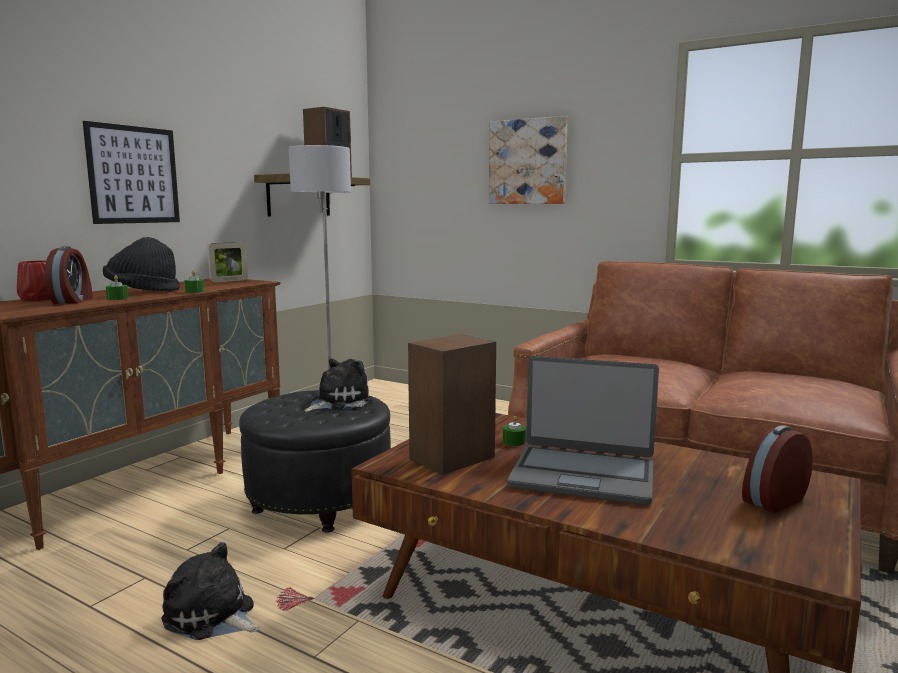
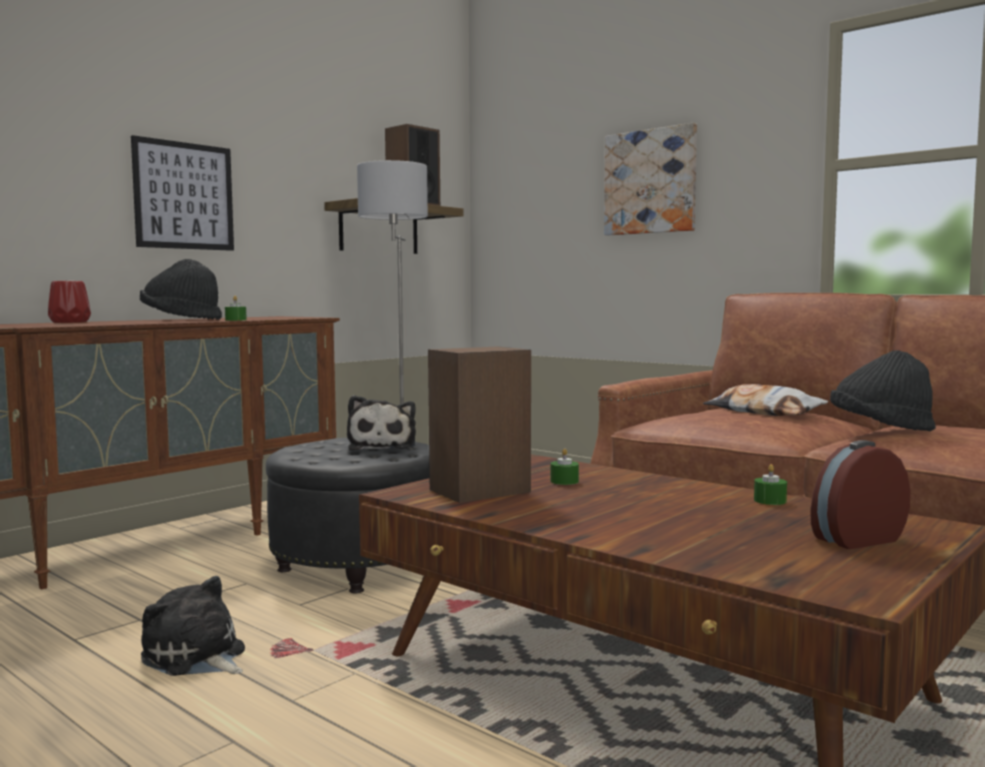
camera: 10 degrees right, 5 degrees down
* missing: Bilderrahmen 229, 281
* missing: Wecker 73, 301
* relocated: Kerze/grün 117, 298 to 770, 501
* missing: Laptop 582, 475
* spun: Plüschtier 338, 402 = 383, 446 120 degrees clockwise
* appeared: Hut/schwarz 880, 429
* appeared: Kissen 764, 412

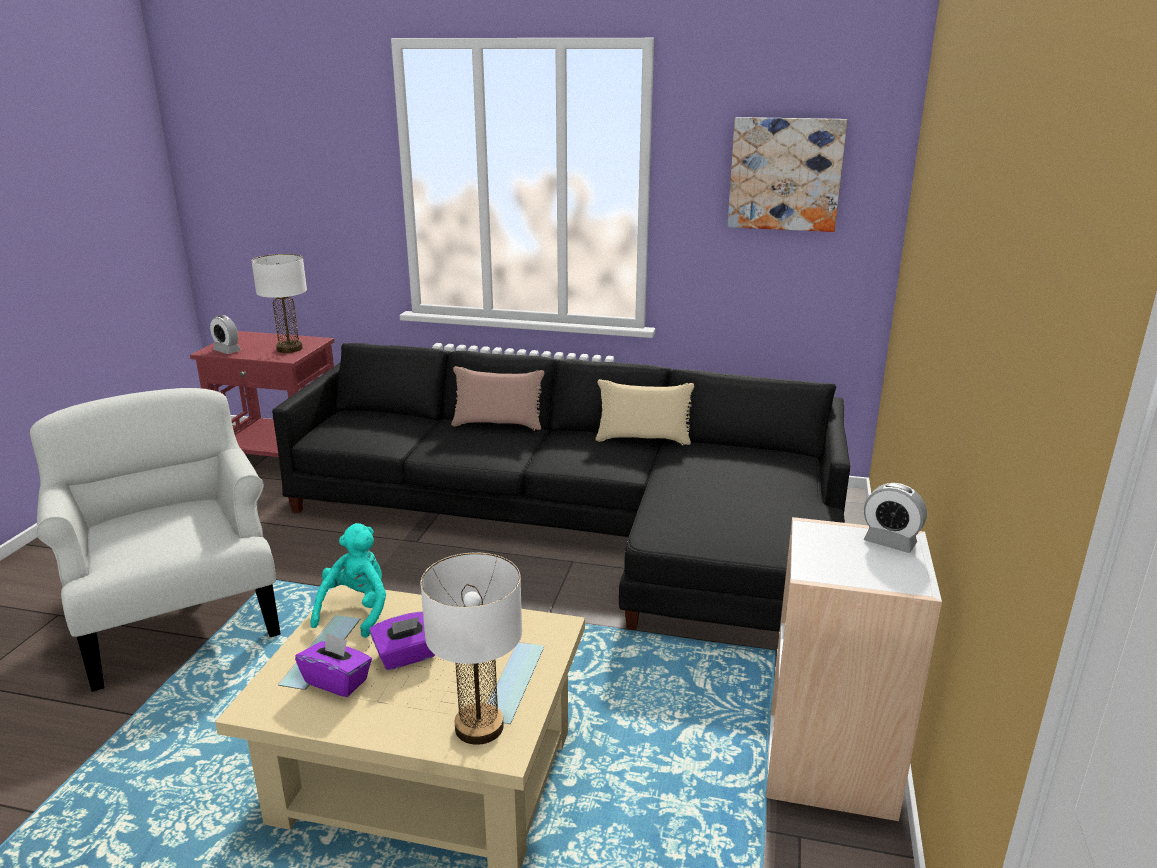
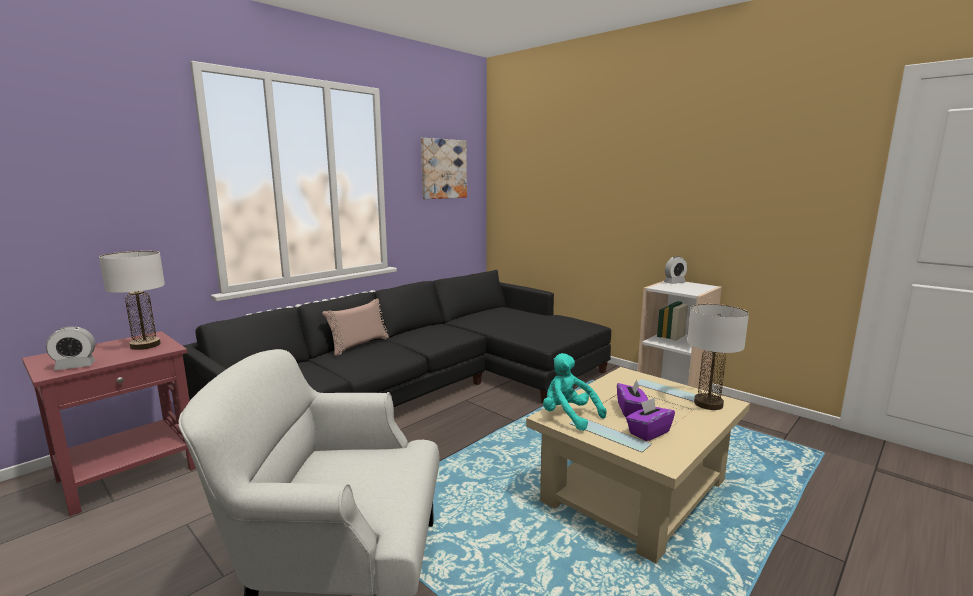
camera: 60 degrees left, 10 degrees down
* missing: Kissen/beige 643, 439

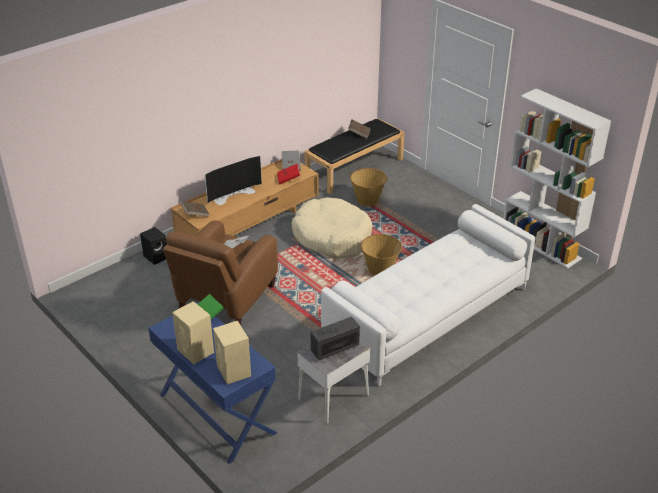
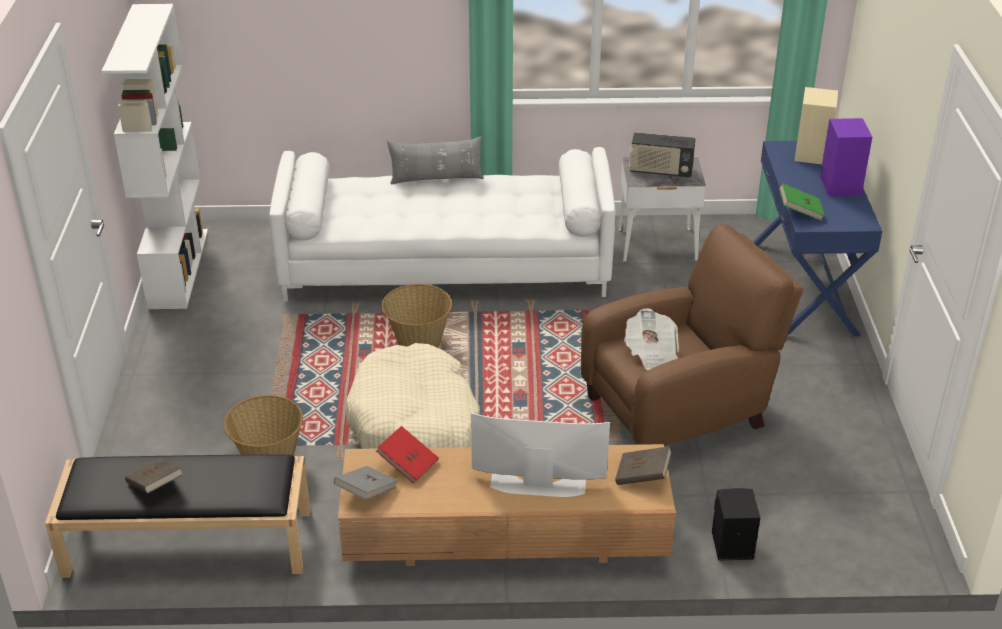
camera: 140 degrees left, 0 degrees up
* colour: Lautsprecher/beige 196, 351 to Lautsprecher/lila 840, 185
* appeared: Kissen/grau 436, 178

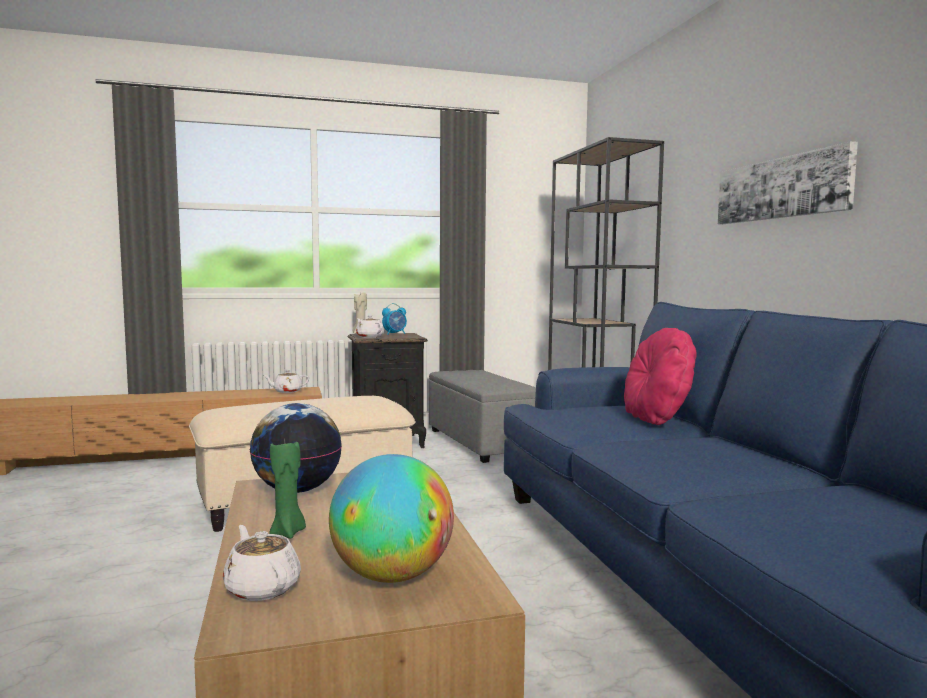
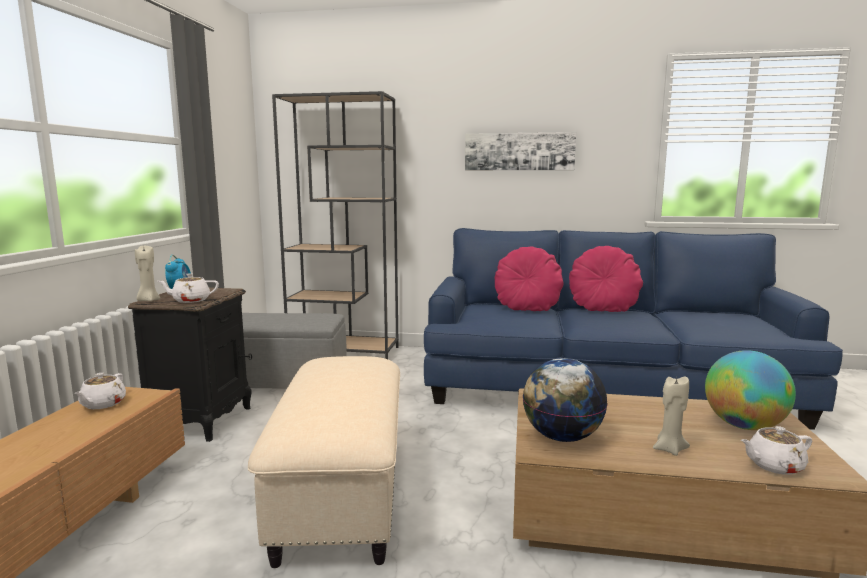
camera: 65 degrees left, 5 degrees up
* colour: Kerze/grün 288, 533 to Kerze/beige 669, 449
* appeared: Kissen/rosa 603, 310

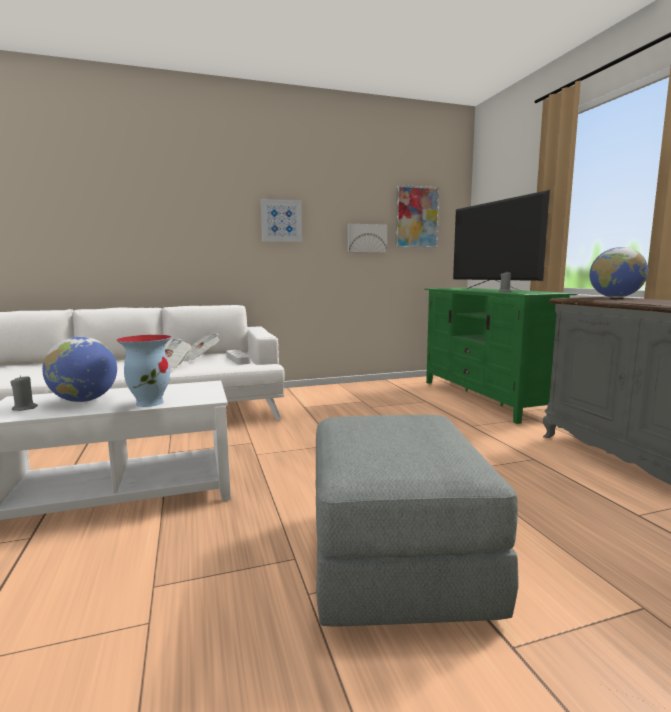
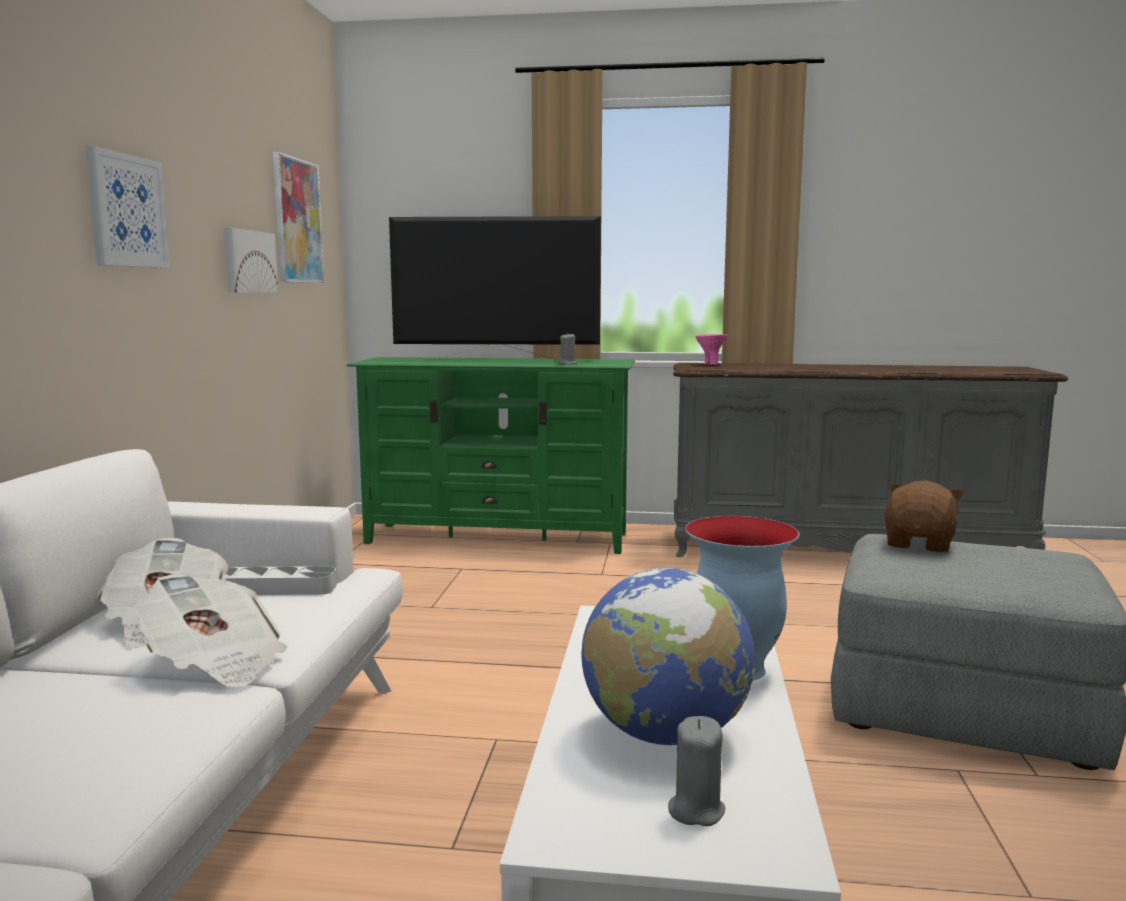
camera: 65 degrees left, 0 degrees up
* exchanged: Globus 615, 297 to Schüssel/rosa 711, 364
* appeared: Plüschtier/braun 920, 544

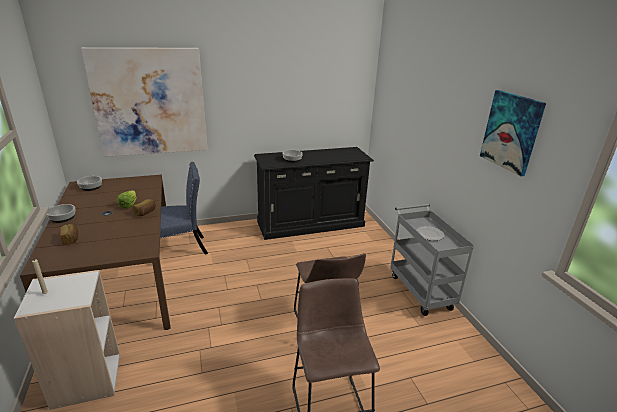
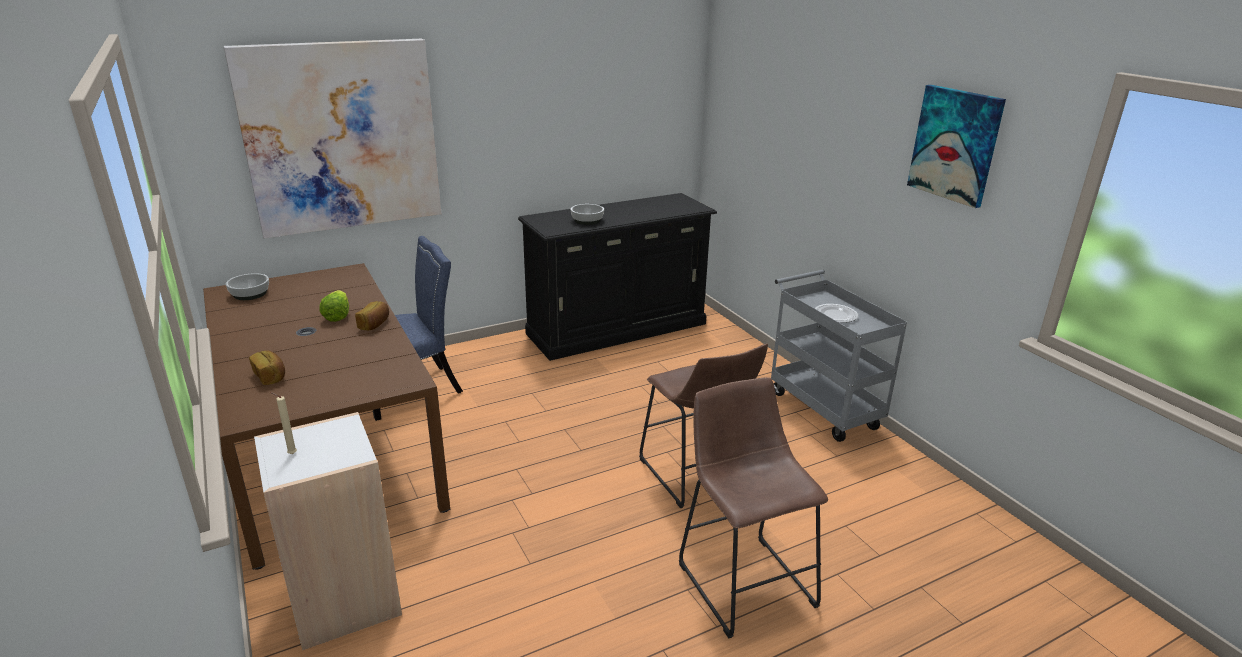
camera: 10 degrees left, 0 degrees up
* missing: Schüssel 62, 218

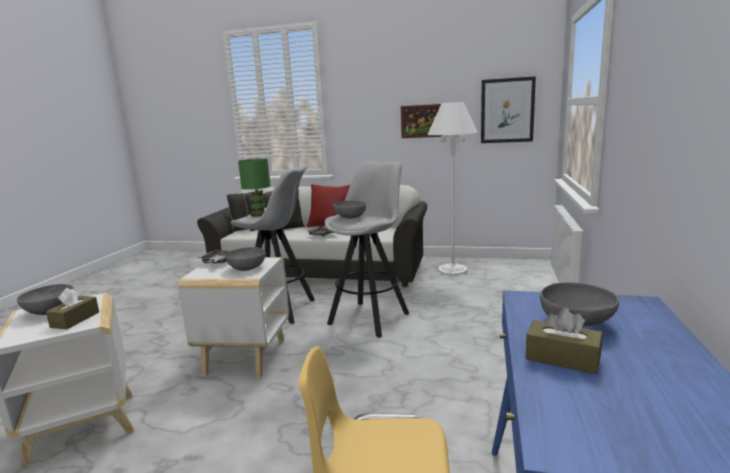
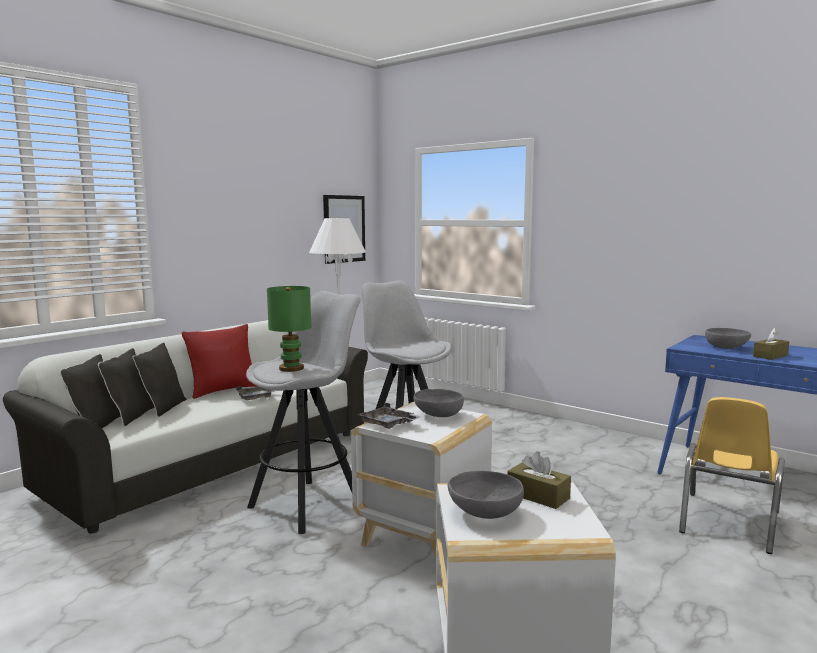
camera: 65 degrees left, 5 degrees down
* missing: Bild 421, 121
* missing: Schüssel/grau 350, 217

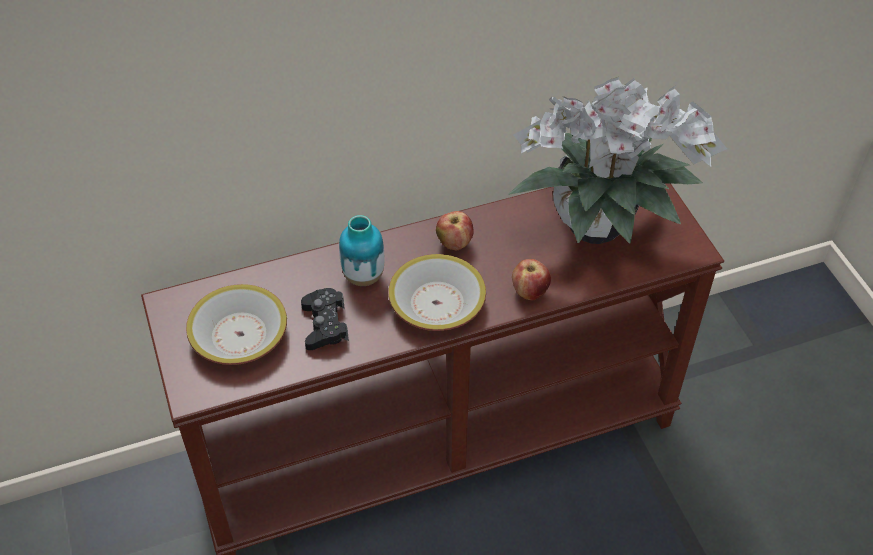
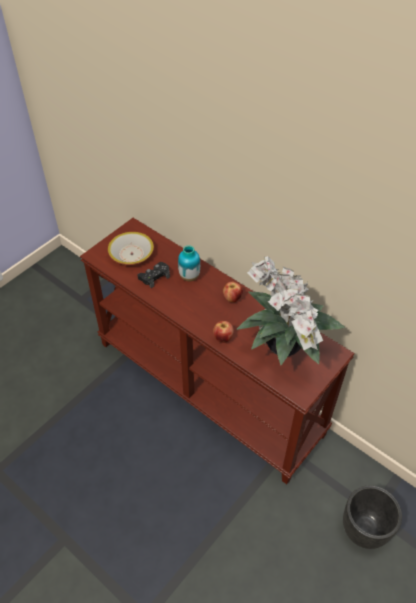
camera: 60 degrees right, 0 degrees up
* missing: Schüssel 436, 303
* appeared: Pflanzkübel/schwarz 365, 529

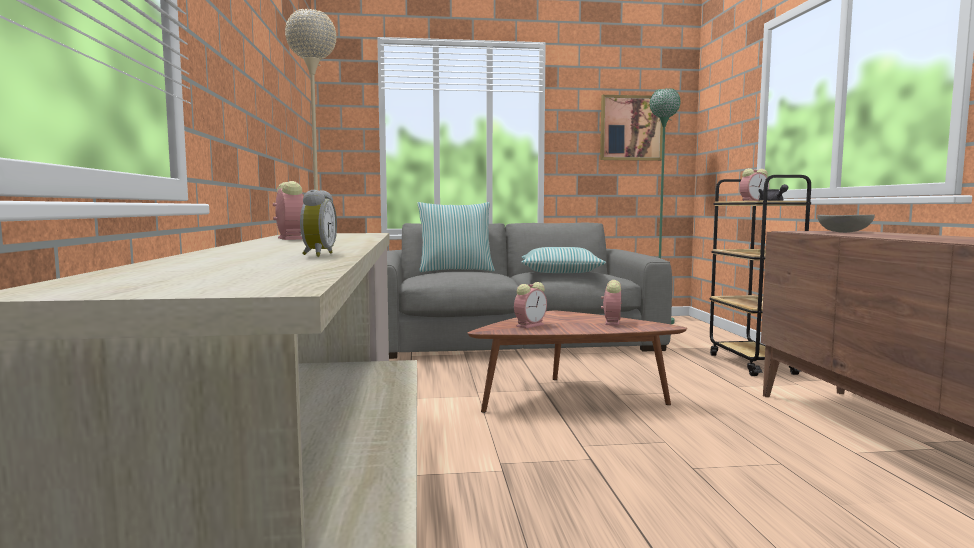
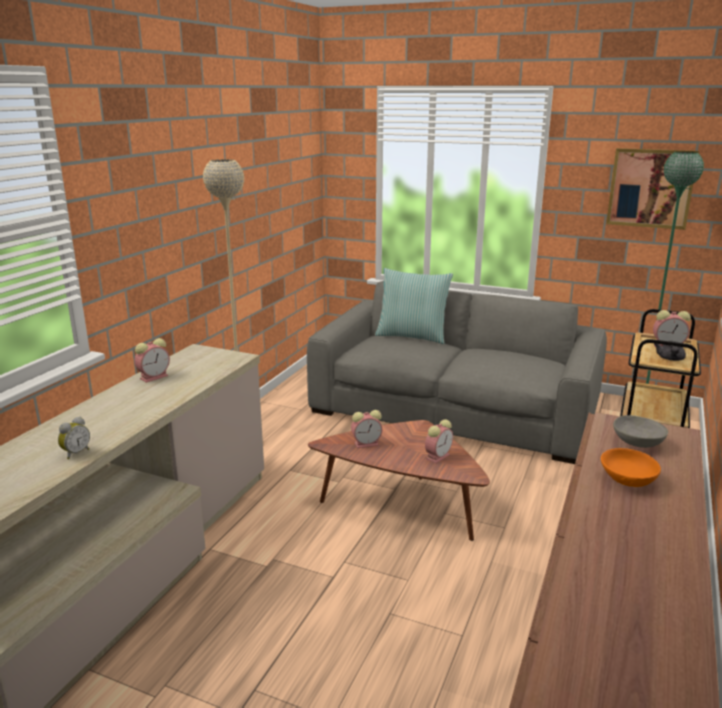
camera: 30 degrees right, 15 degrees up
* spun: Wecker 289, 238 = 155, 377 45 degrees clockwise
* missing: Kissen 560, 272
* appeared: Schüssel/orange 628, 480

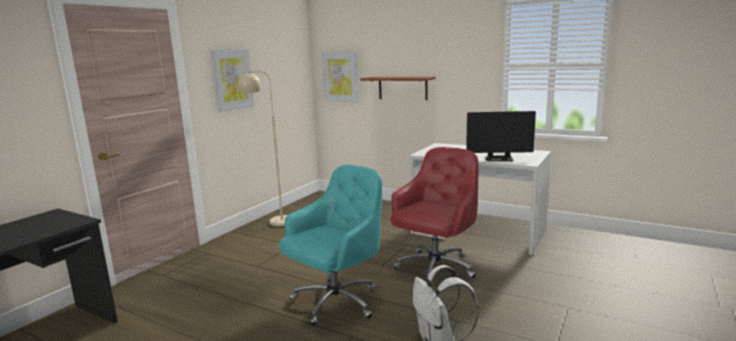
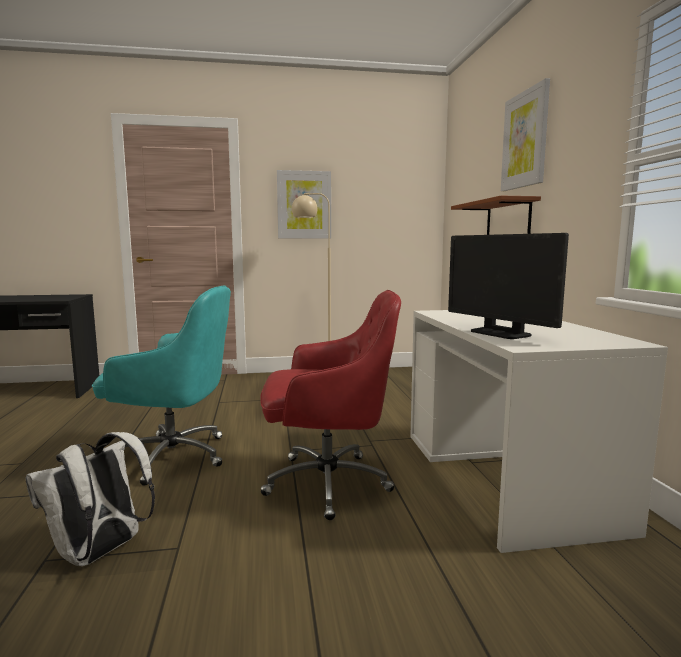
camera: 50 degrees right, 5 degrees down
* relocated: Bild 340, 76 to 525, 140

